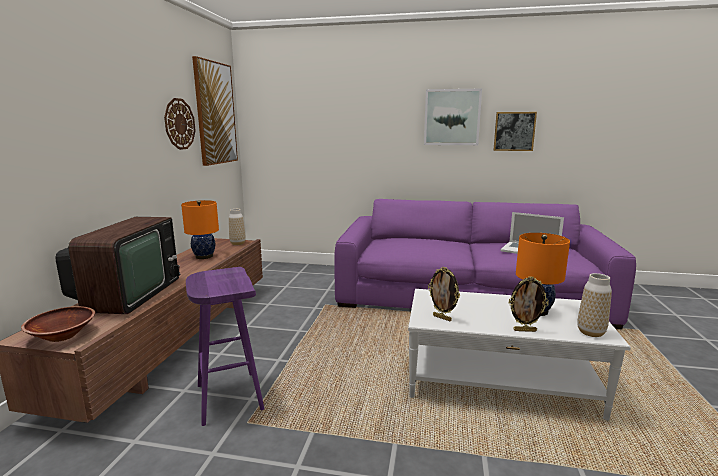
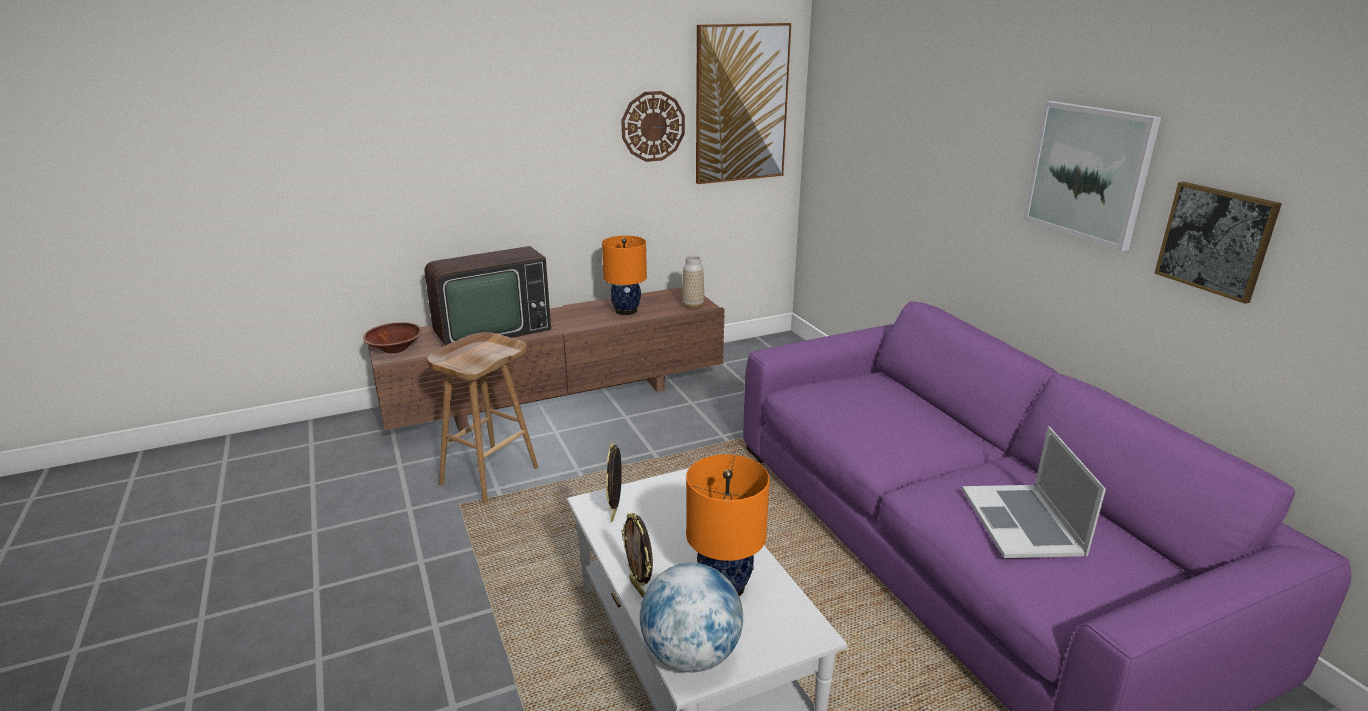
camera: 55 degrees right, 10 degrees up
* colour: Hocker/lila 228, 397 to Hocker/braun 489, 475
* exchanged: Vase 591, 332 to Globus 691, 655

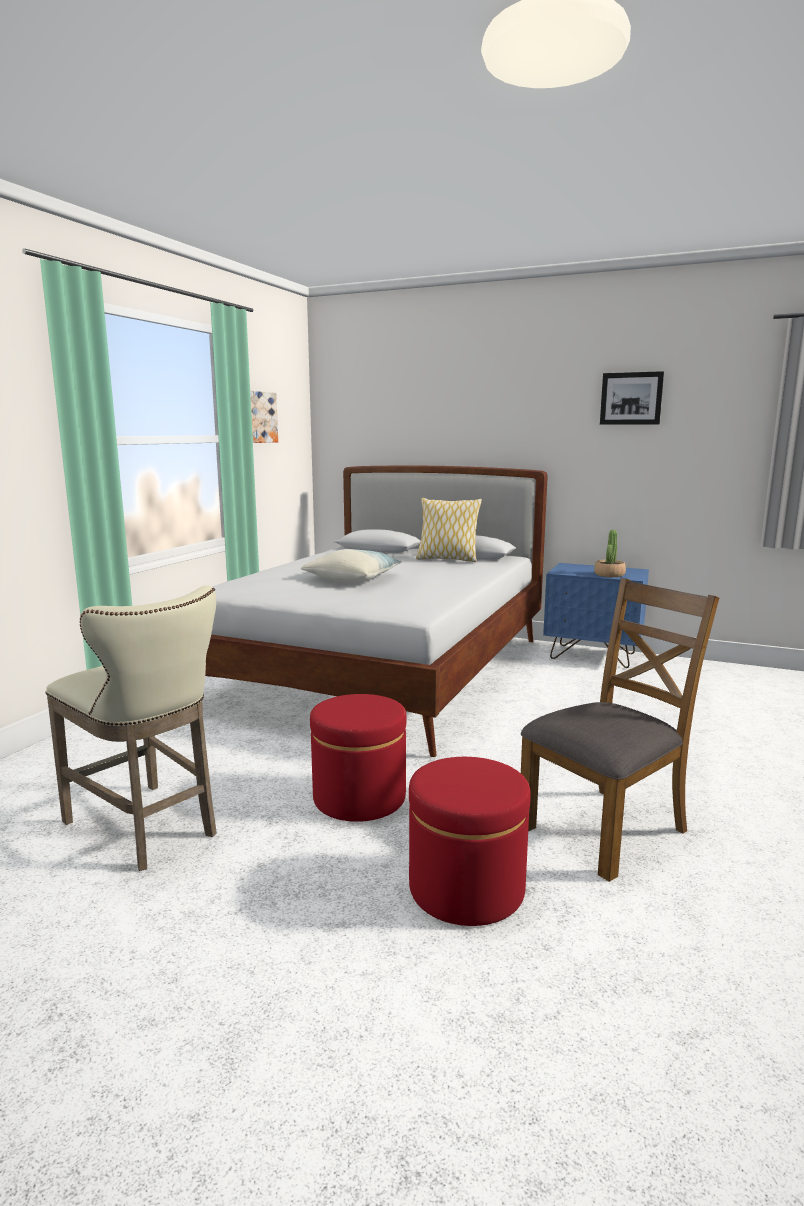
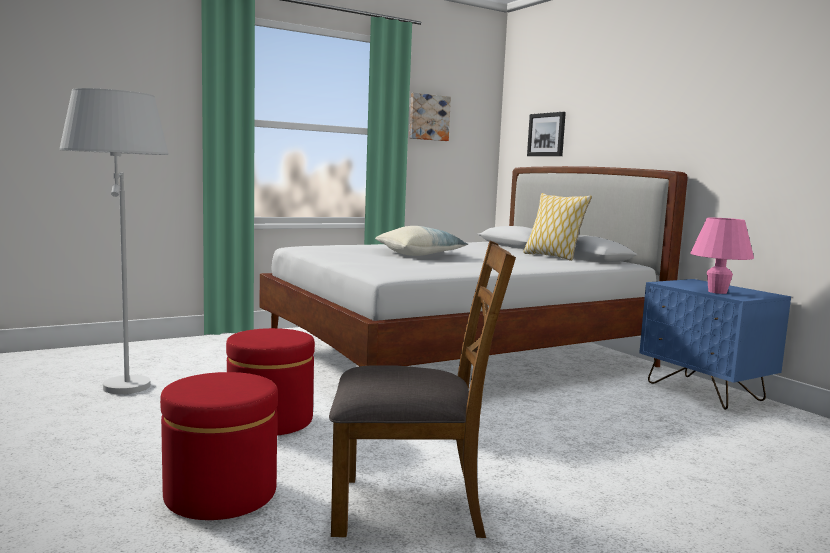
camera: 35 degrees right, 5 degrees down
* relocated: Bild 631, 398 to 547, 134
* exchanged: Topfpflanze 609, 575 to Tischlampe/rosa 717, 292
* exchanged: Hocker/beige 147, 830 to Stehlampe/weiß 122, 395

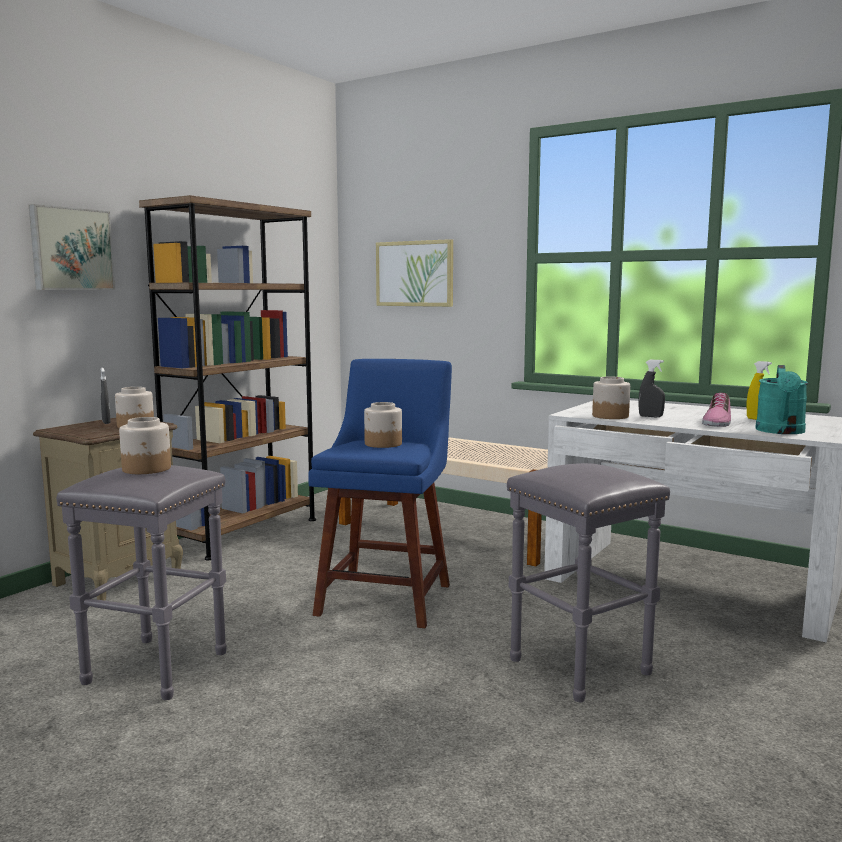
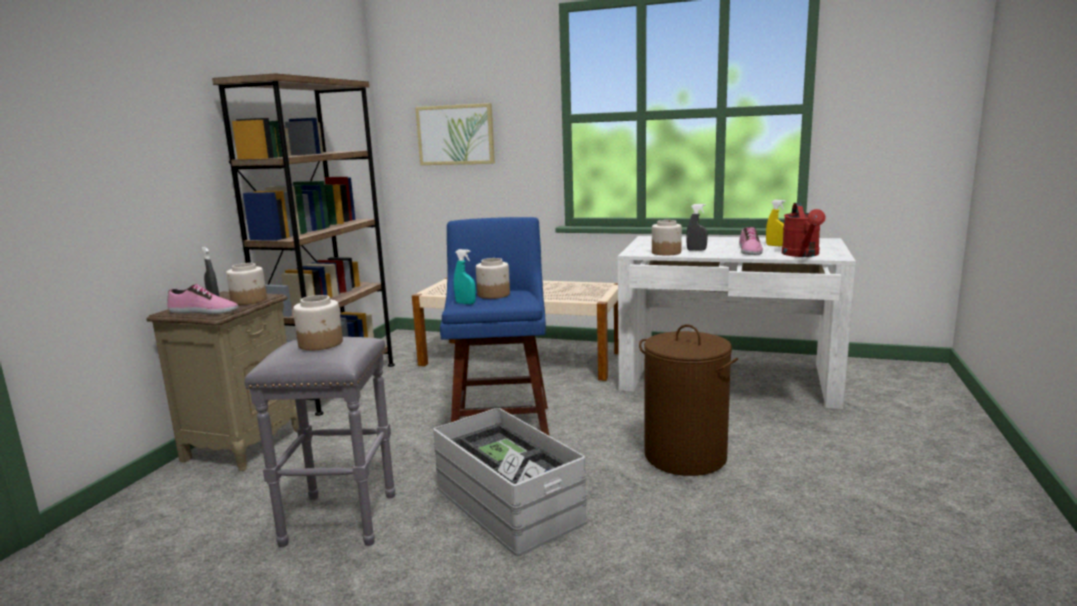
camera: 15 degrees left, 5 degrees up
* missing: Bild 71, 249
* colour: Gießkanne/türkis 781, 431 to Gießkanne/rot 802, 255
* exchanged: Hocker/grau 576, 665 to Wäschekorb/braun 684, 456
* appeared: Sprühflasche/türkis 465, 303
* appeared: Schuh 203, 311
* appeared: Aufbewahrungsbox/grau 510, 504

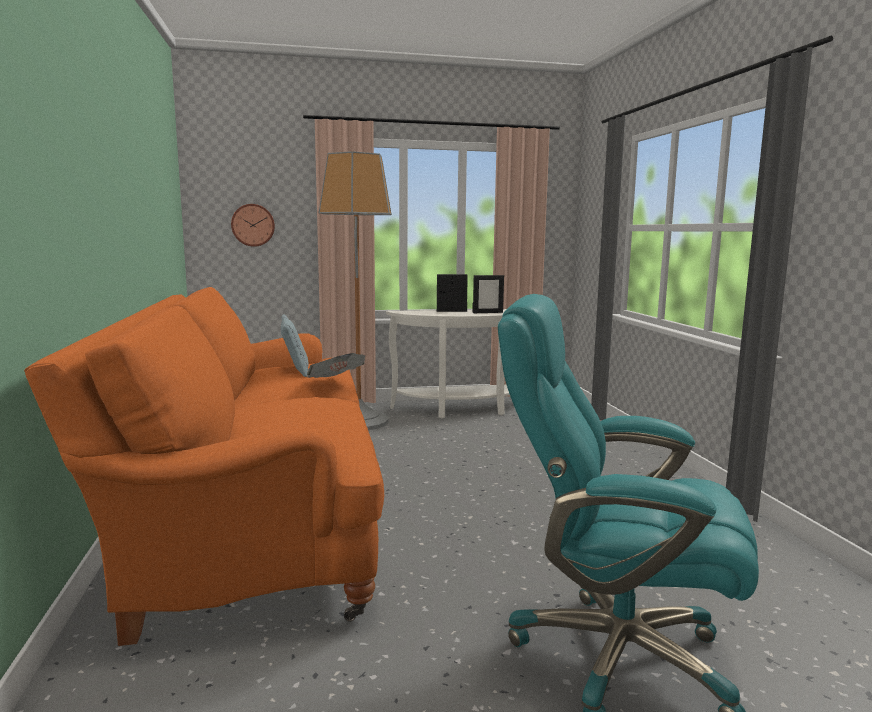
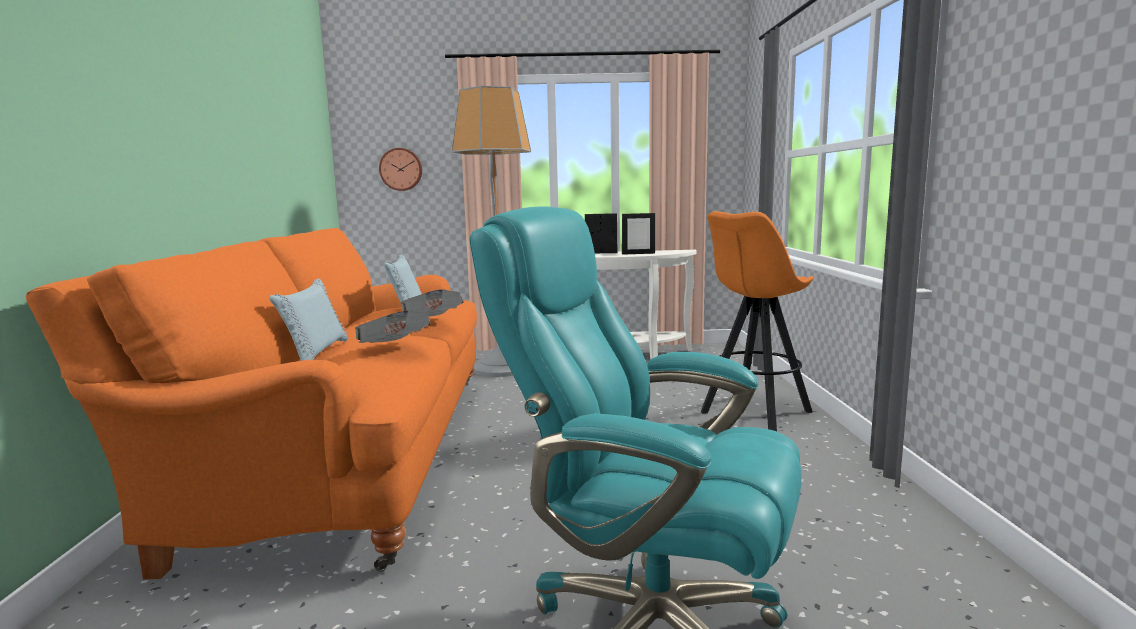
camera: 10 degrees right, 0 degrees up
* appeared: Hocker/orange 753, 413
* appeared: Kissen/blau 316, 354
* appeared: Zeitung 394, 349

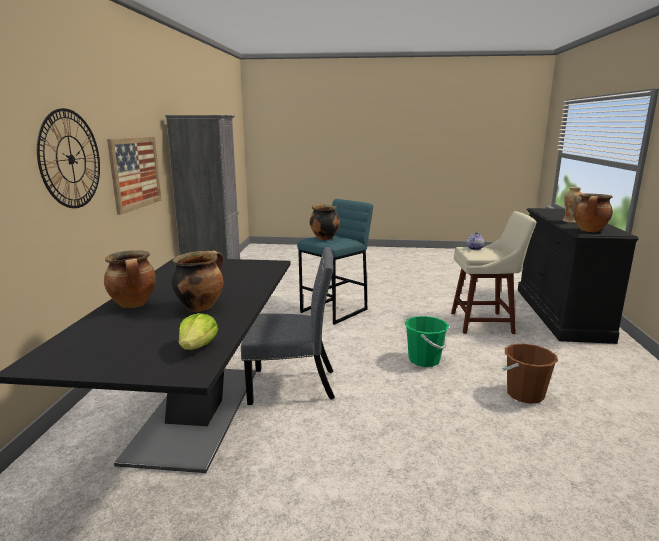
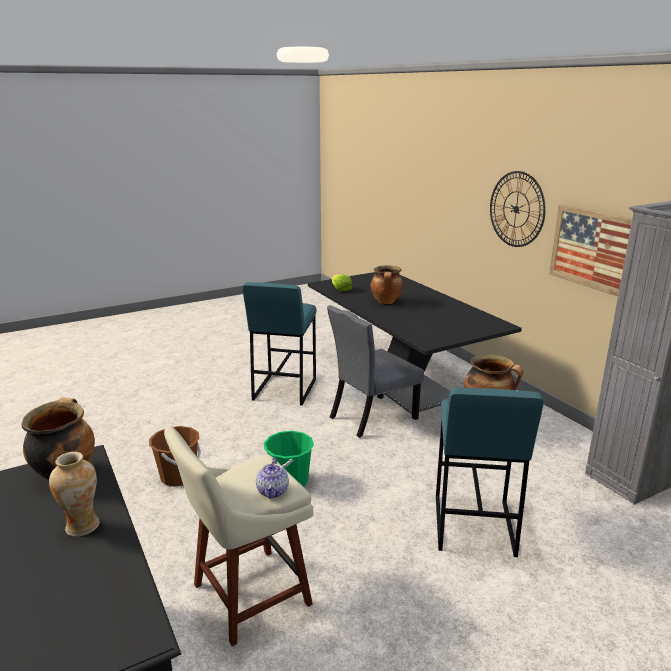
camera: 145 degrees right, 5 degrees up
* missing: Kochtopf 134, 304
* appeared: Hocker/türkis 284, 390

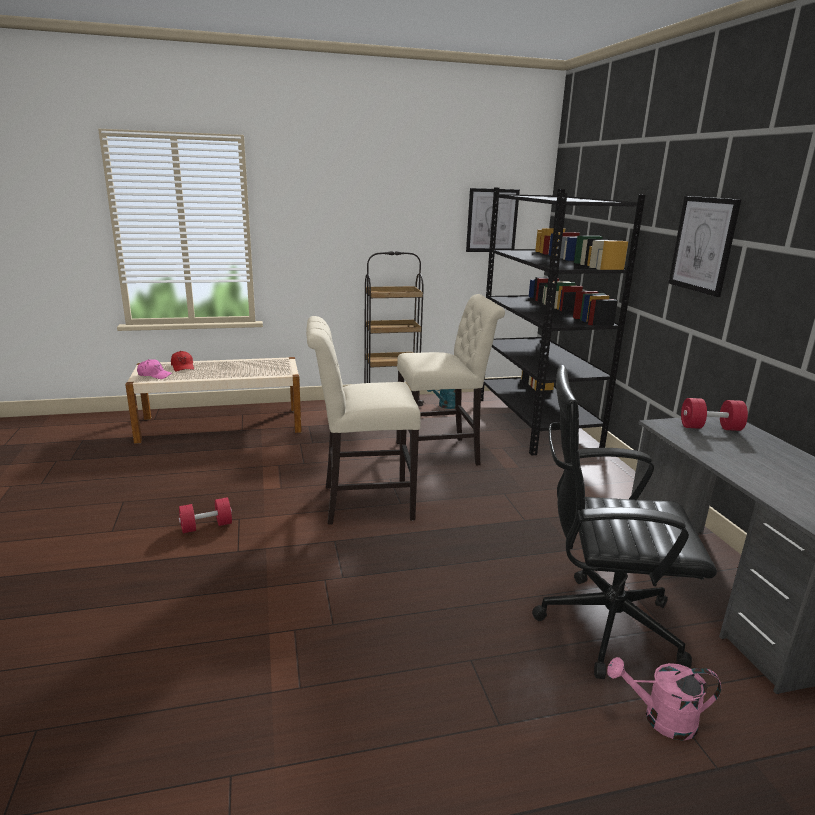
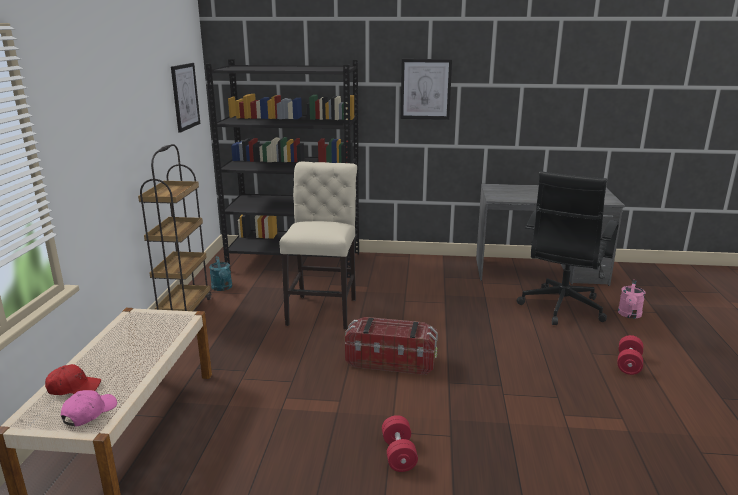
camera: 70 degrees left, 0 degrees up
* exchanged: Hocker/beige 361, 502 to Aufbewahrungsbox 391, 361
* relocated: Hantel/rot 710, 428 to 628, 364

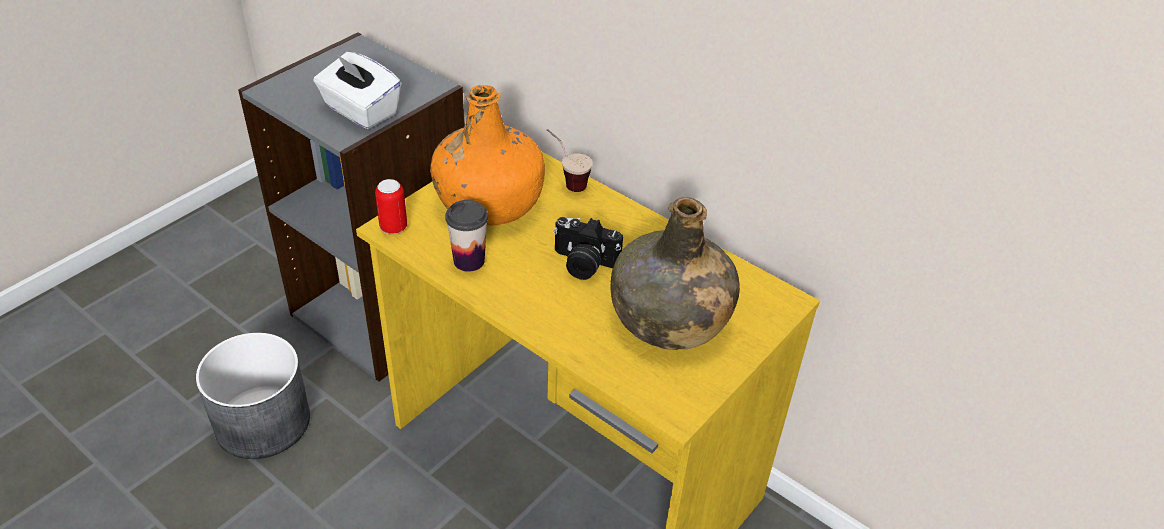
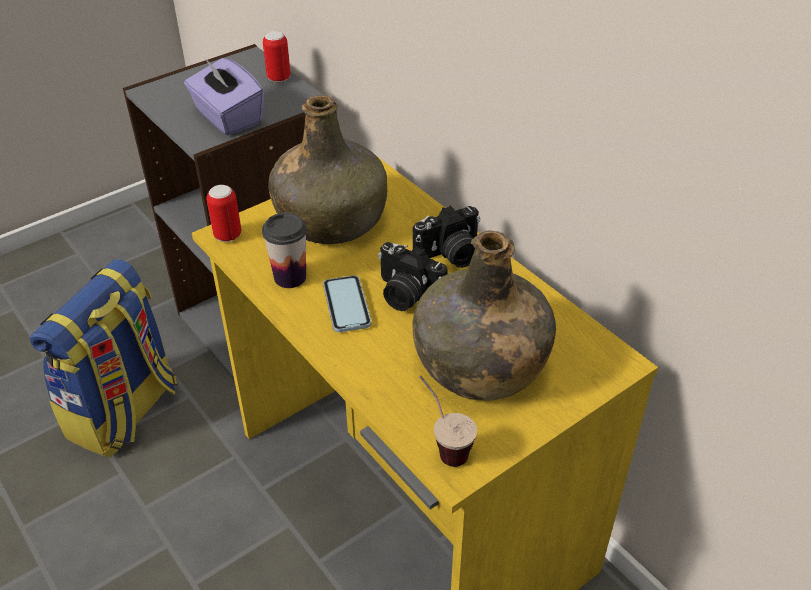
camera: 15 degrees right, 0 degrees up
* colour: Taschentuchbox/weiß 360, 111 to Taschentuchbox/lila 227, 117
* colour: Flasche/orange 489, 201 to Flasche/grün 331, 220
* relocated: Tasse 566, 181 to 442, 445
* exchanged: Pflanzkübel/grau 263, 422 to Rucksack 124, 413
* appeared: Dose 279, 78
* appeared: Kamera 450, 255
* appeared: Handy 346, 305

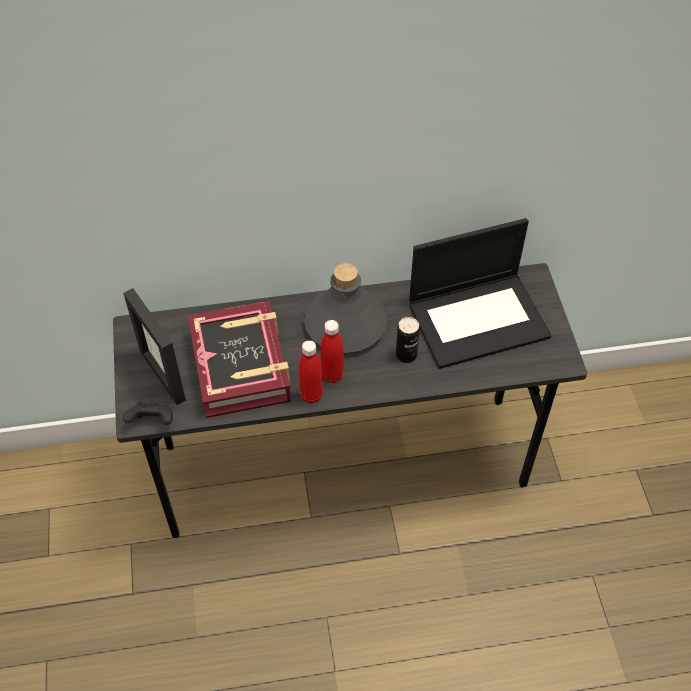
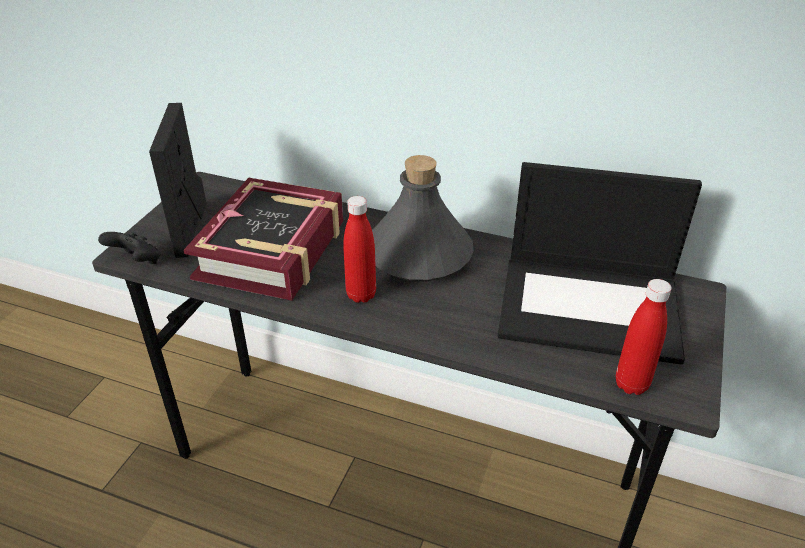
camera: 30 degrees right, 15 degrees down
* missing: Dose 406, 355
* relocated: Flasche/rot 311, 395 to 631, 384

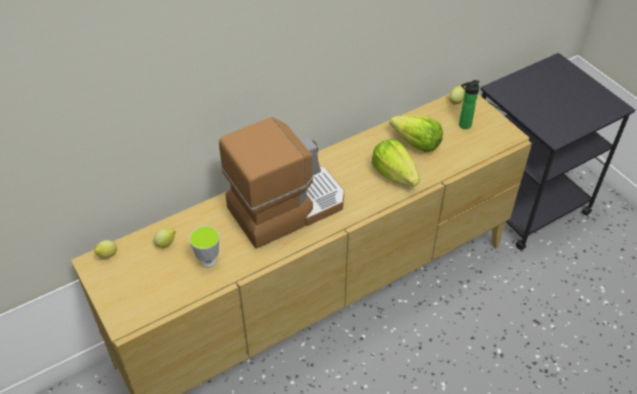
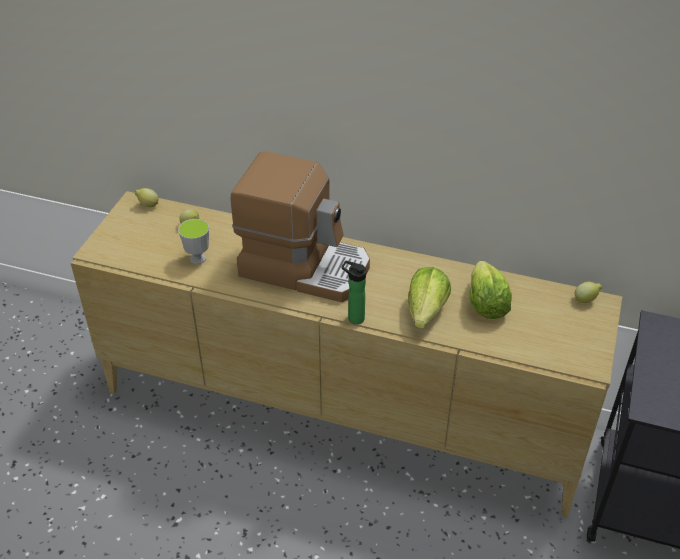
camera: 50 degrees right, 5 degrees down
* relocated: Flasche 463, 125 to 353, 318

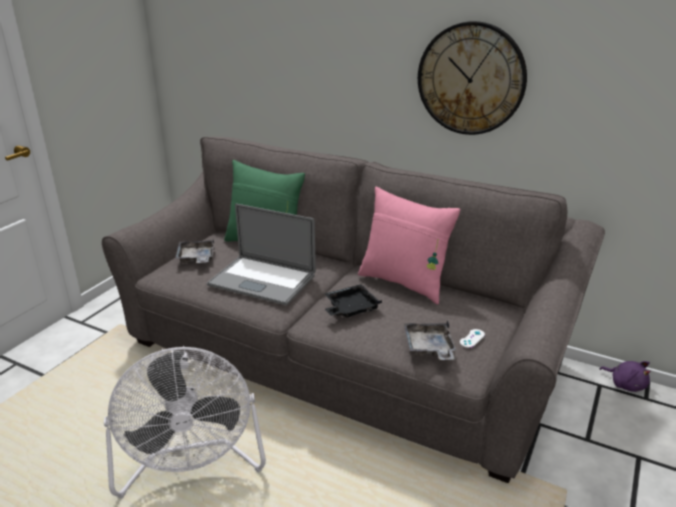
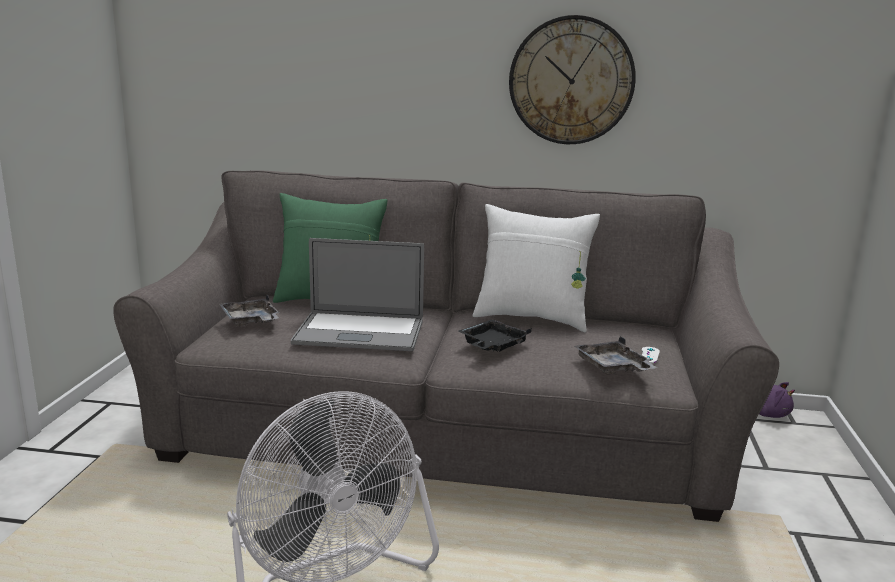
camera: 20 degrees left, 10 degrees down
* colour: Kissen/rosa 403, 283 to Kissen/weiß 531, 319

